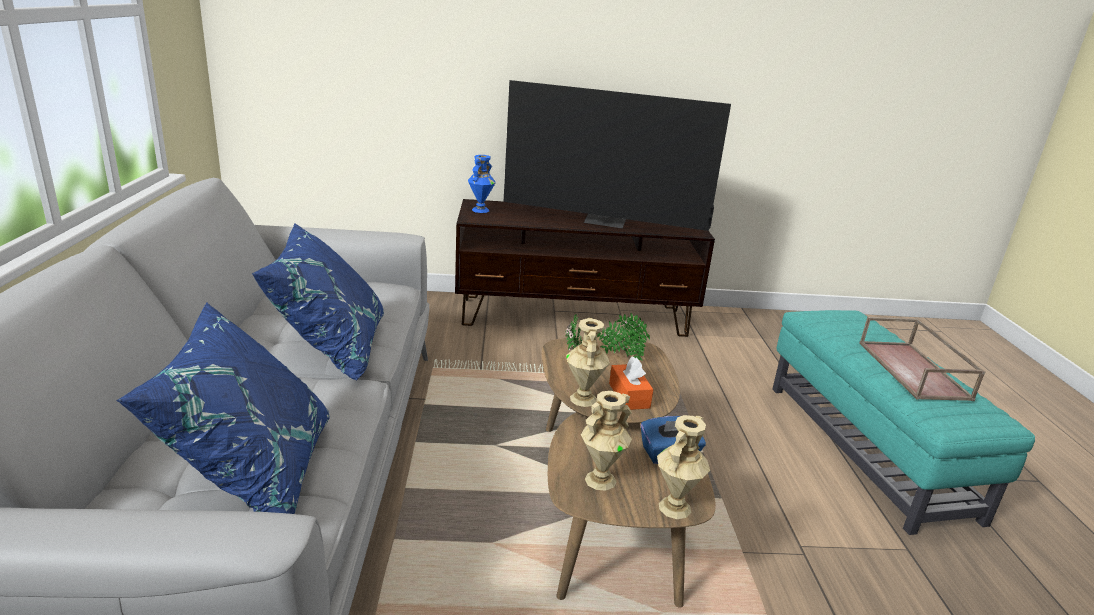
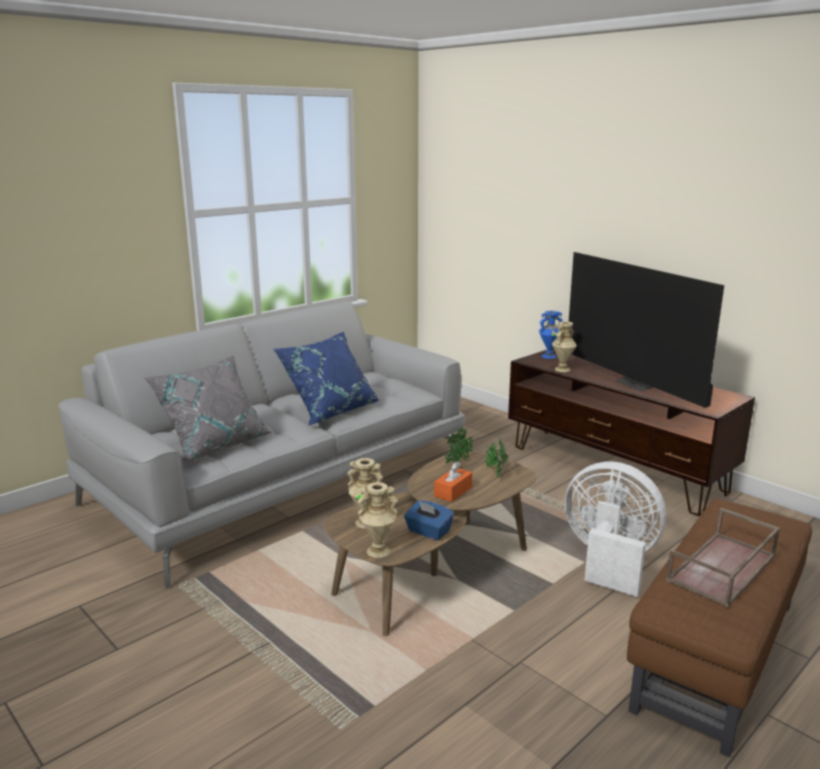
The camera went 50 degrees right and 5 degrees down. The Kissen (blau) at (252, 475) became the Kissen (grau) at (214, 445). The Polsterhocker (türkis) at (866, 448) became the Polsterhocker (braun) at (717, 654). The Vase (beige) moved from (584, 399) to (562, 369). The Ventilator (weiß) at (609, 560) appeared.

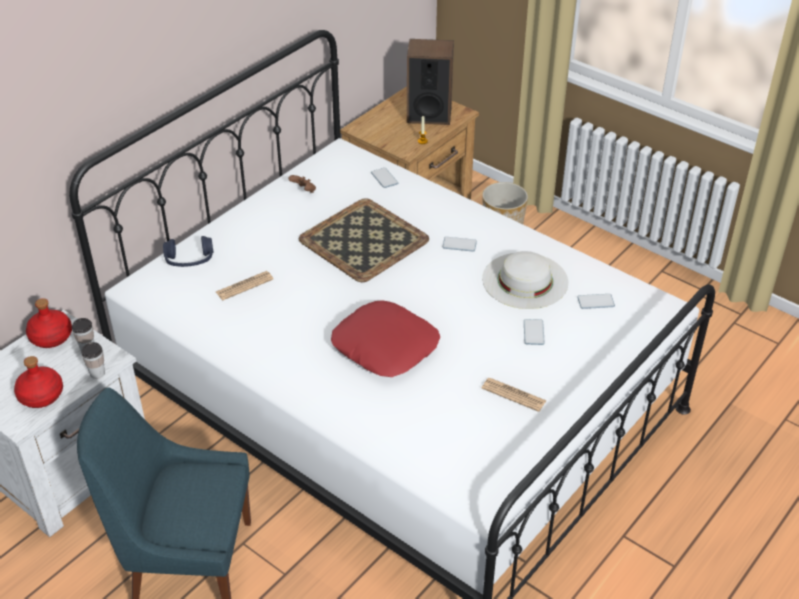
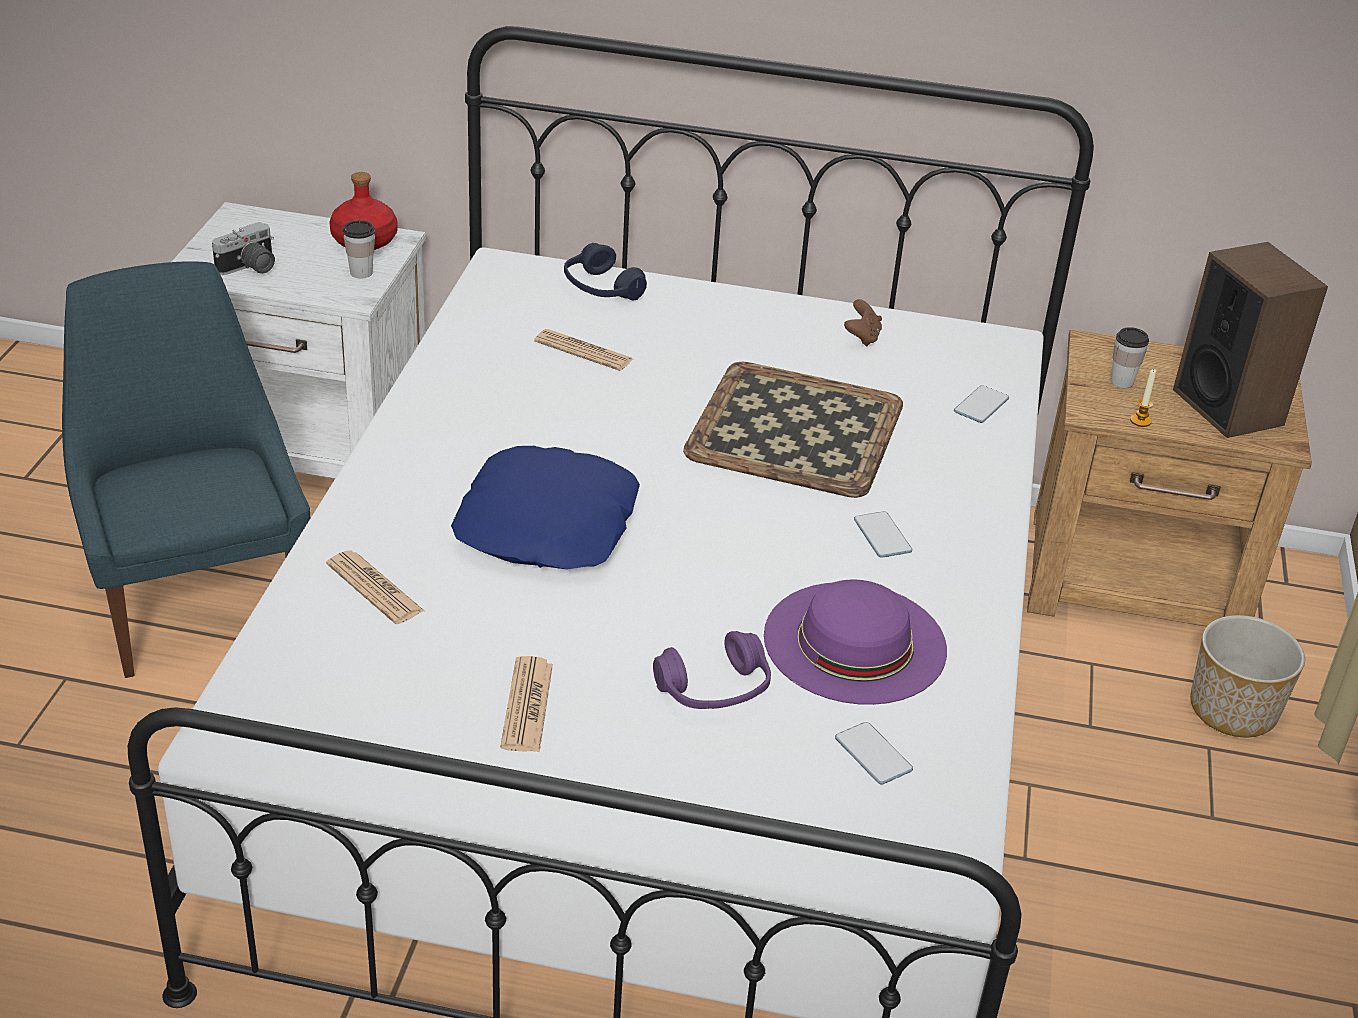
The camera went 60 degrees right and 5 degrees down. The Hut (weiß) at (525, 280) became the Hut (lila) at (855, 642). The Kissen (rot) at (385, 346) became the Kissen (blau) at (548, 525). The Handy at (533, 333) was replaced by the Kopfhörer (lila) at (714, 690). The Tasse moved from (97, 373) to (1122, 381). The Flasche (rot) at (40, 395) was replaced by the Kamera at (250, 268). The Zeitung at (375, 588) appeared.

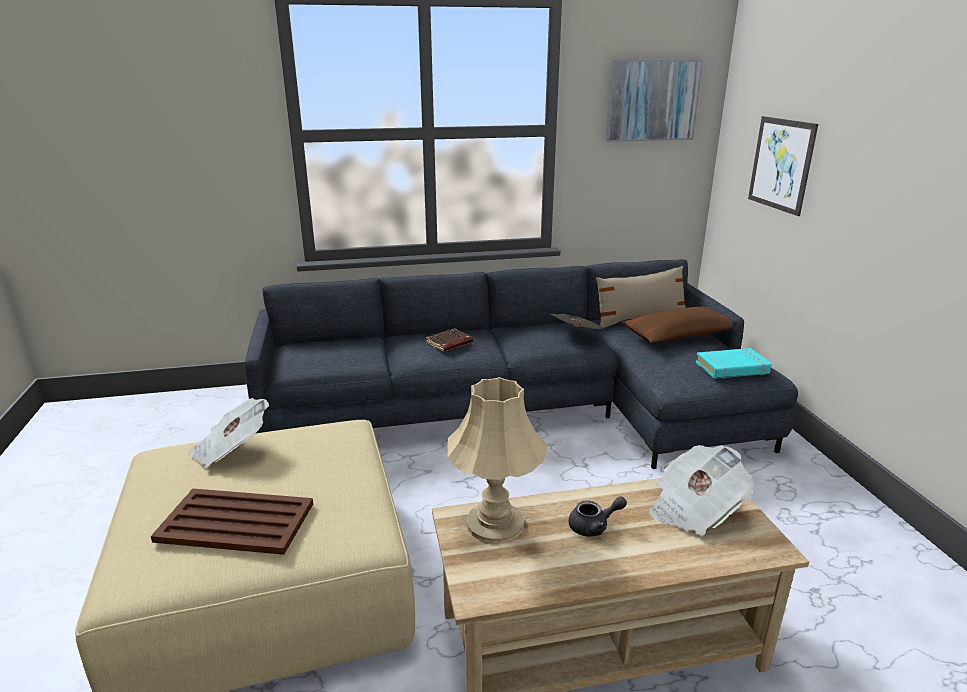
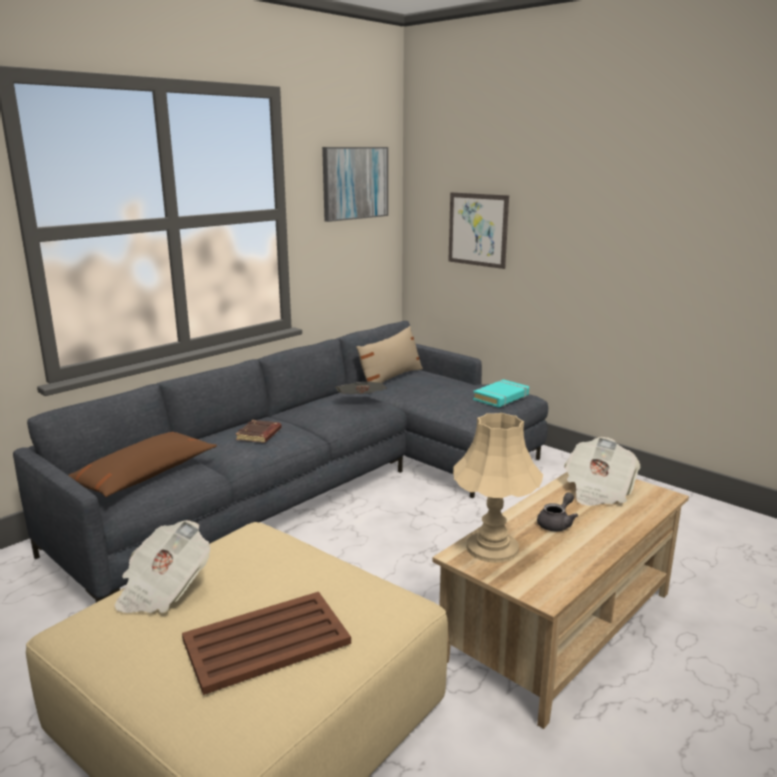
The camera went 35 degrees left and 5 degrees down. The Kissen (braun) moved from (679, 336) to (145, 475).

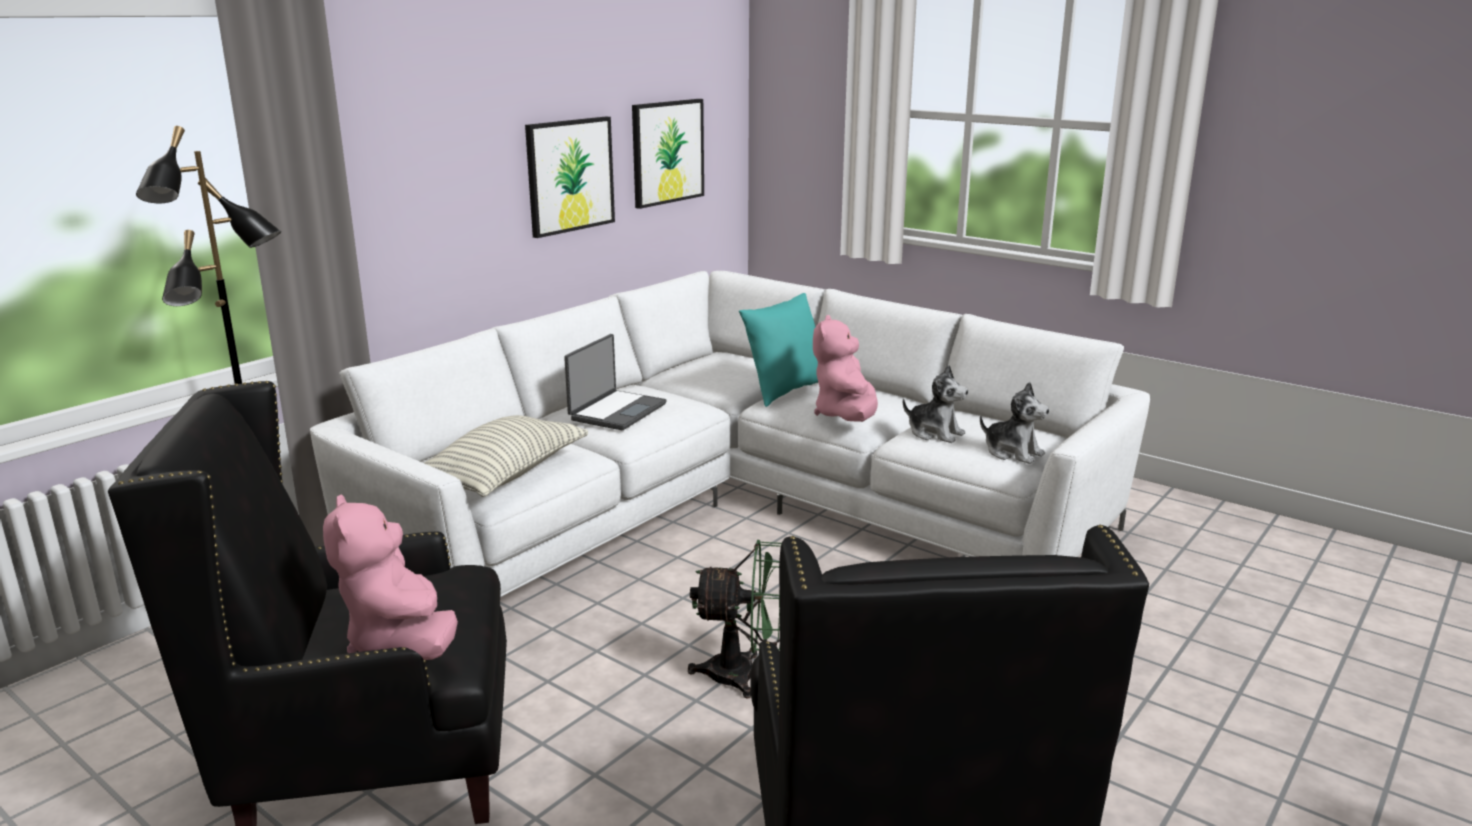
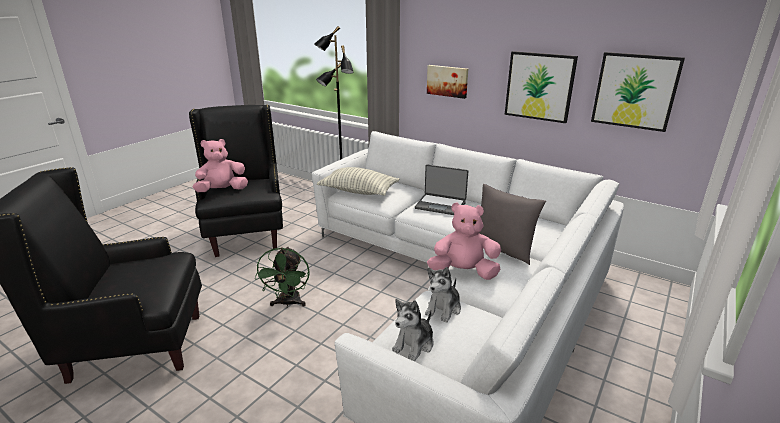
The camera went 85 degrees right and 5 degrees up. The Kissen (türkis) at (784, 391) became the Kissen (grau) at (502, 250). The Bild at (447, 81) appeared.

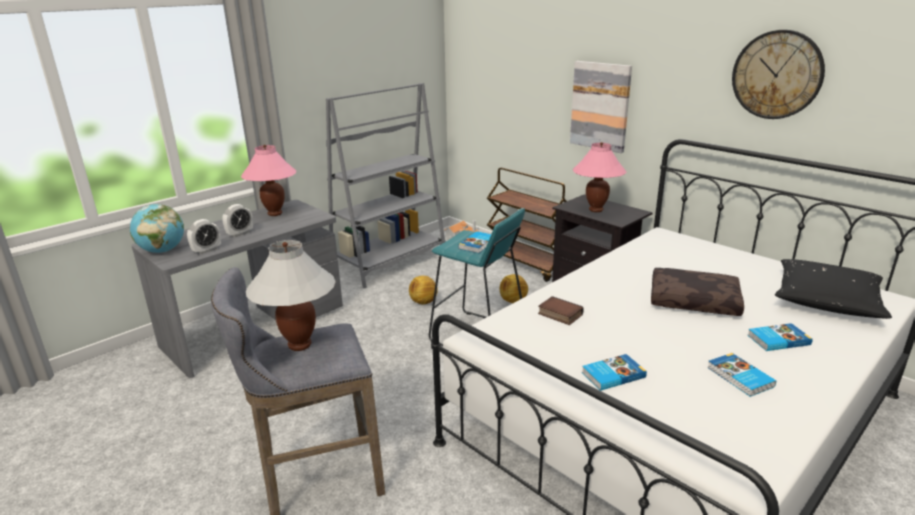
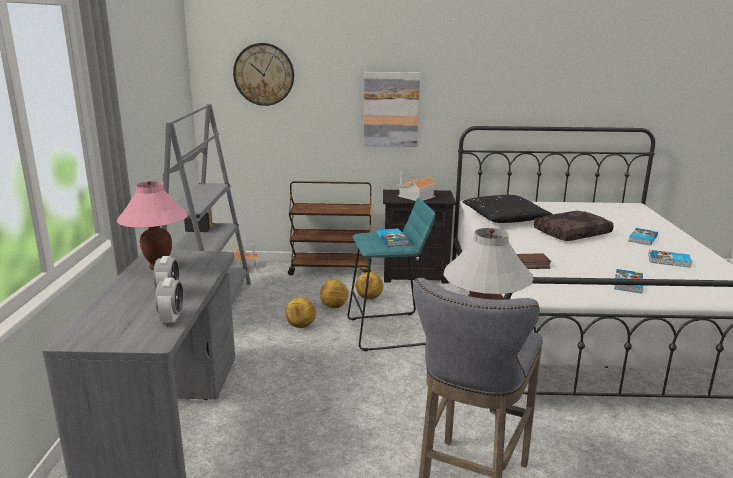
The camera went 45 degrees left and 5 degrees down. The Wanduhr moved from (777, 75) to (264, 74). The Tischlampe (rosa) at (595, 210) was replaced by the Spielzeughaus at (415, 197). The Globus at (162, 251) disappeared. The Kissen (schwarz) moved from (826, 300) to (504, 218). The Fußball at (334, 306) appeared.

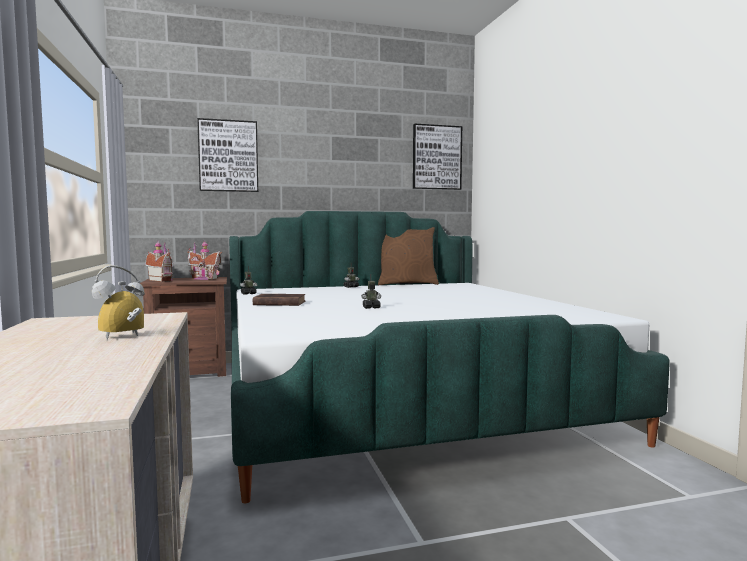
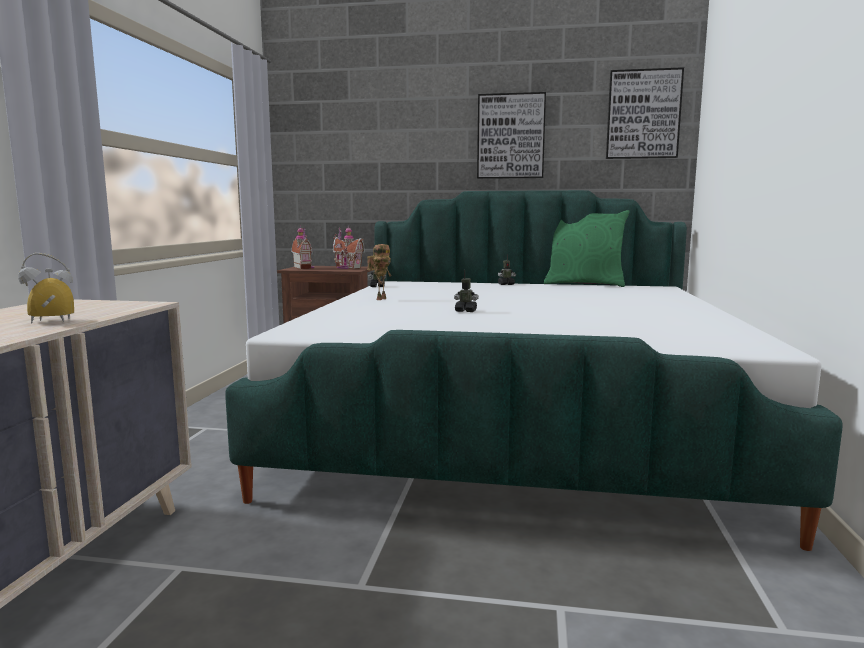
The camera went 25 degrees right and 5 degrees up. The Bild moved from (228, 156) to (511, 136). The Kissen (braun) at (406, 284) became the Kissen (grün) at (584, 284). The Buch (braun) at (278, 303) was replaced by the Spielzeugroboter at (380, 299).

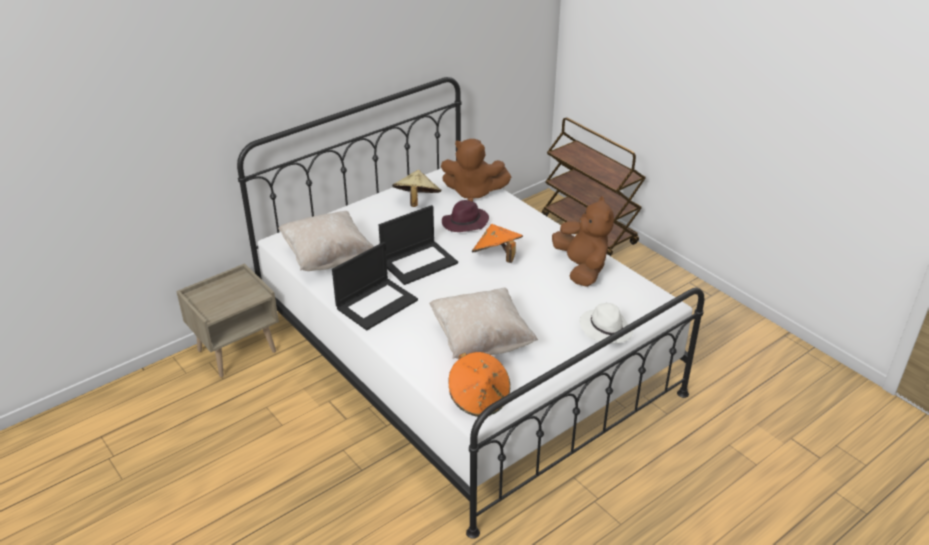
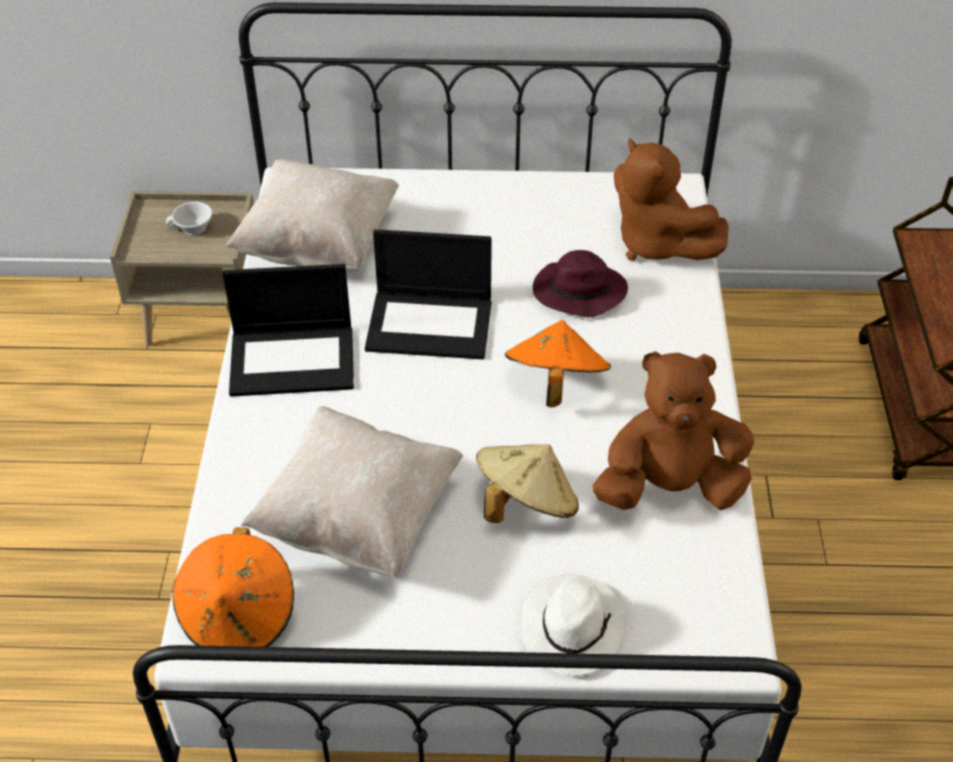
The camera went 40 degrees right and 10 degrees up. The Hut (beige) moved from (416, 201) to (525, 504). The Plüschtier (braun) at (582, 268) turned 120 degrees counterclockwise. The Tasse (weiß) at (193, 228) appeared.

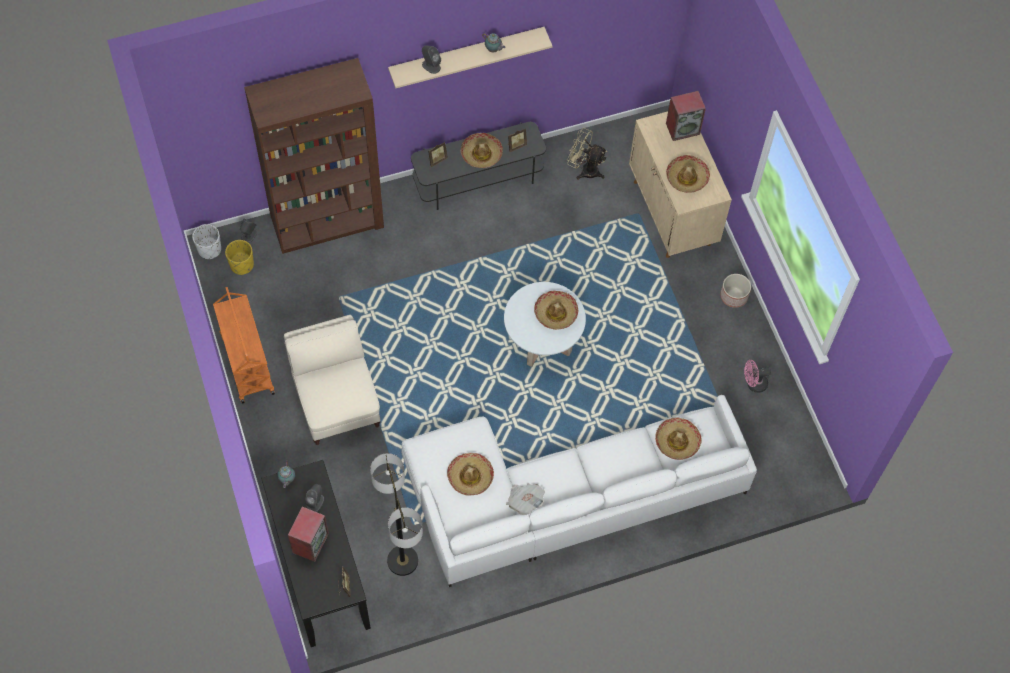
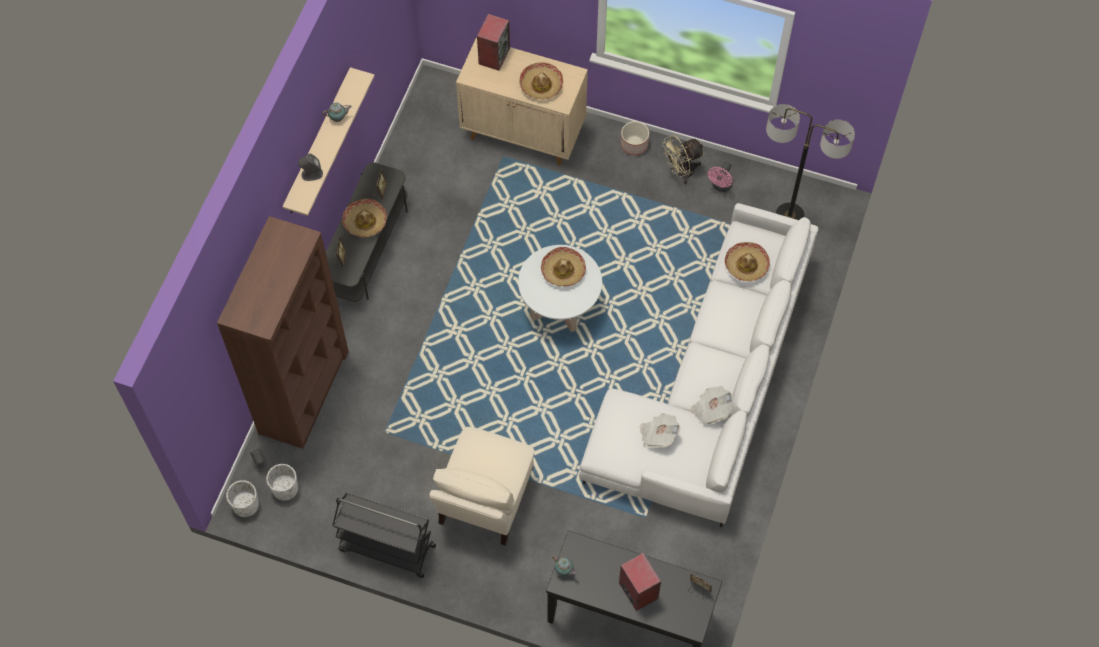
The camera went 50 degrees left and 0 degrees up. The Ventilator (beige) moved from (585, 169) to (681, 172). The Pflanzkübel (gelb) at (242, 265) became the Pflanzkübel (weiß) at (285, 489). The Rollwagen (orange) at (247, 363) became the Rollwagen (schwarz) at (386, 548). The Sessel (beige) at (337, 402) turned 90 degrees counterclockwise. The Stehlampe moved from (402, 561) to (789, 216). The Hut at (470, 476) was replaced by the Zeitung at (658, 434). The Lautsprecher (grau) at (315, 502) disappeared.

